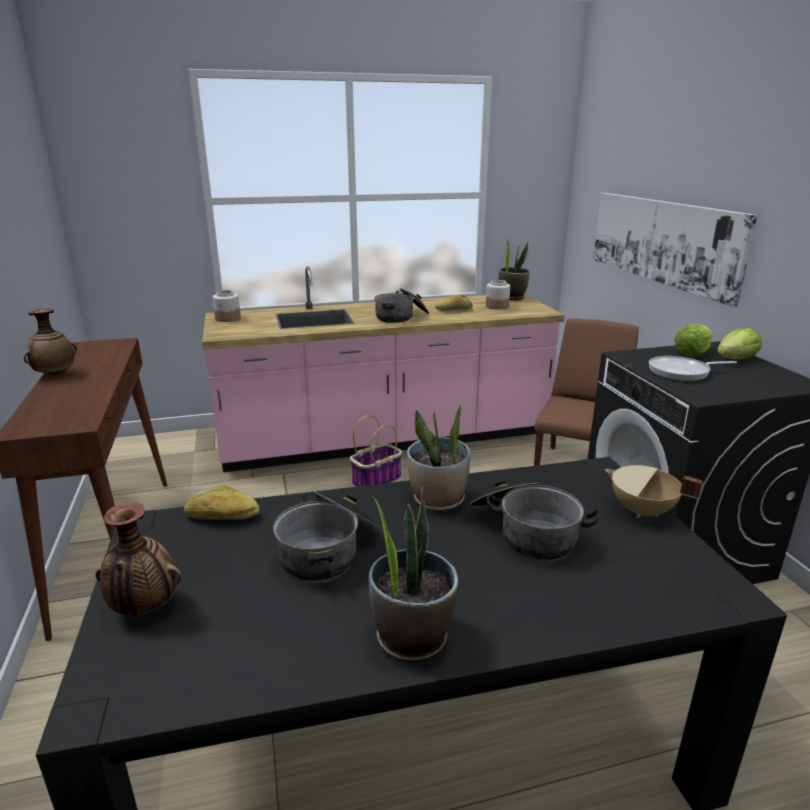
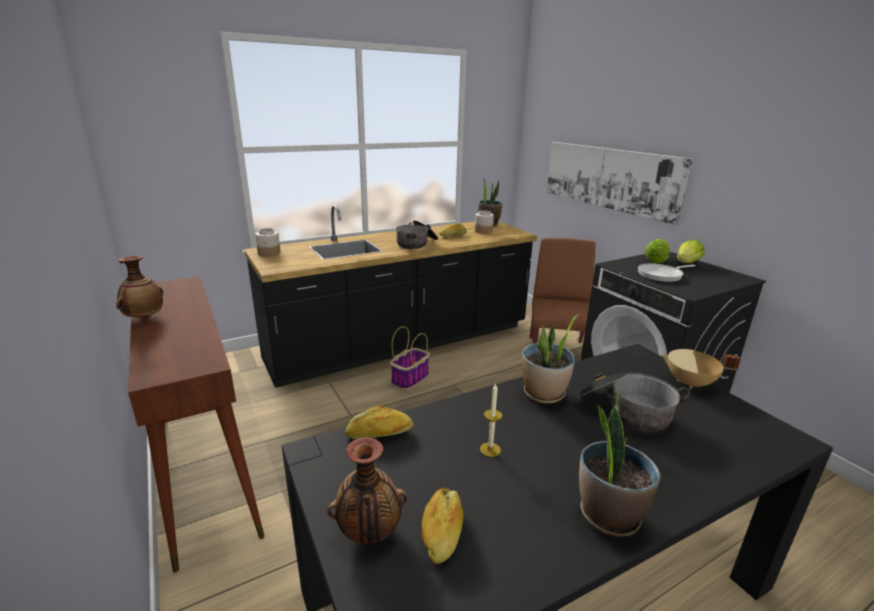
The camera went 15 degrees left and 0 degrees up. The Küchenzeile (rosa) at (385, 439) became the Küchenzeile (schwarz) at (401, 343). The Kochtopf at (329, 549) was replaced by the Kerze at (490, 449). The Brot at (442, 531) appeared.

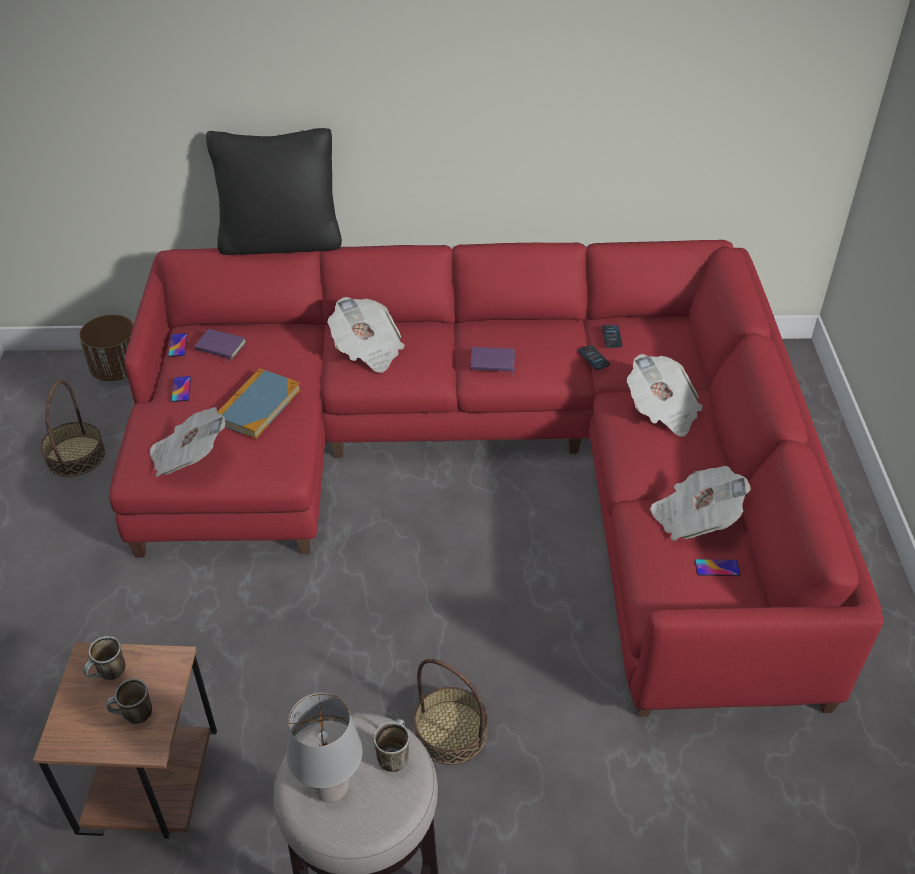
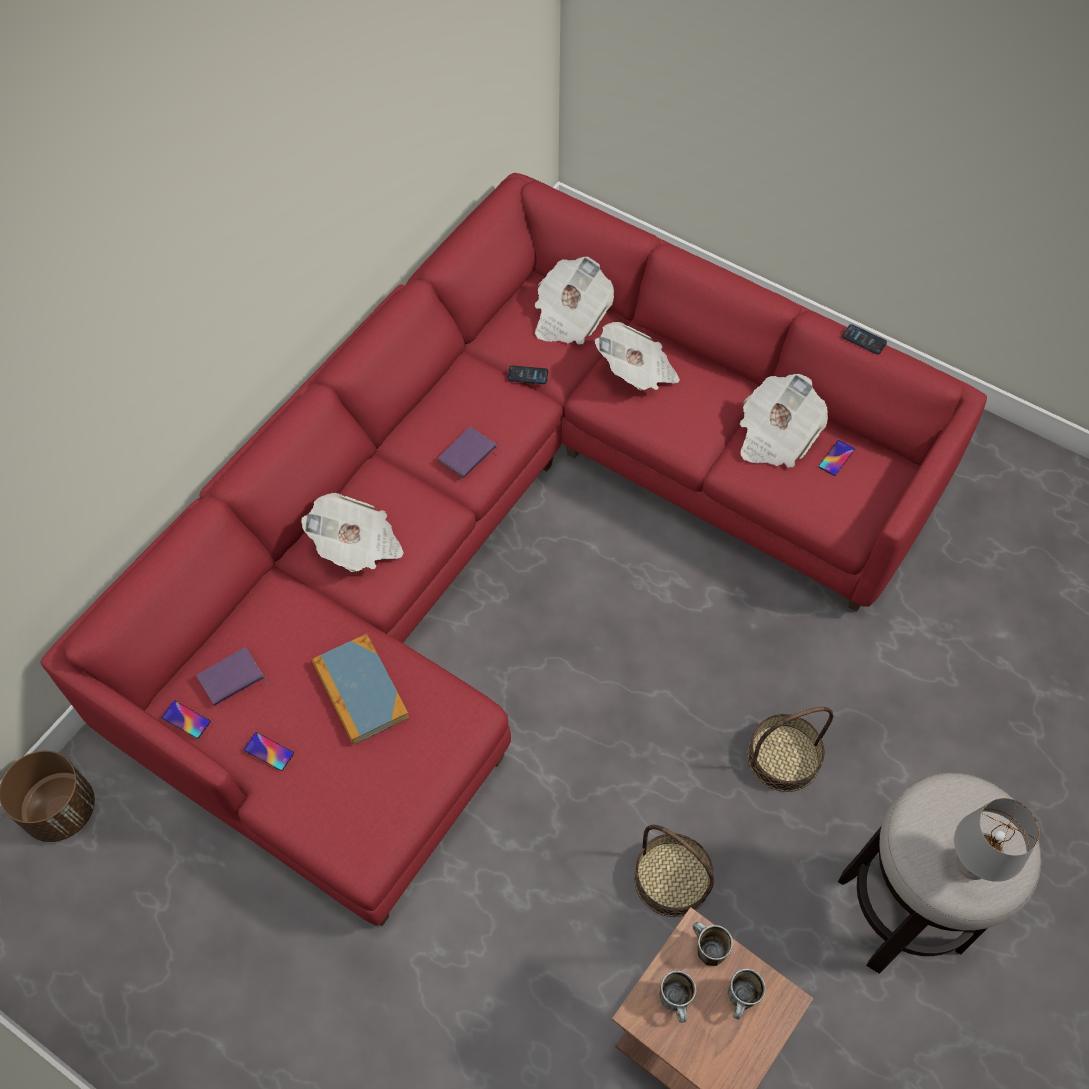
The camera went 55 degrees left and 15 degrees up. The Kissen (schwarz) at (281, 242) disappeared. The Handy moved from (611, 336) to (864, 340). The Korb moved from (75, 456) to (671, 878). The Zeitung moved from (189, 457) to (569, 317). The Henkelbecher moved from (393, 755) to (706, 948).

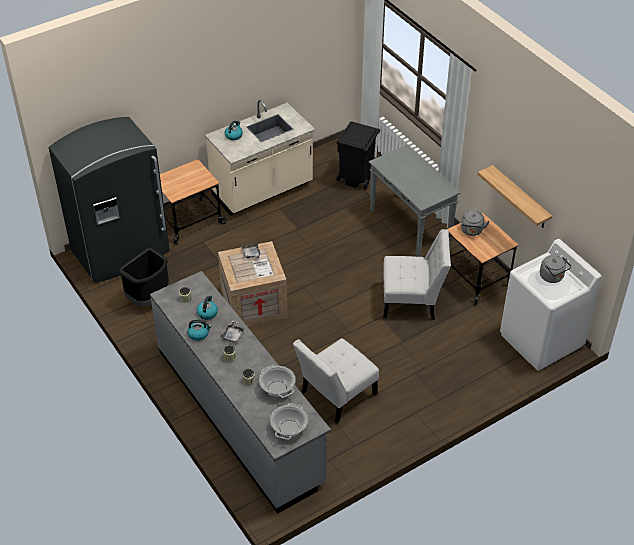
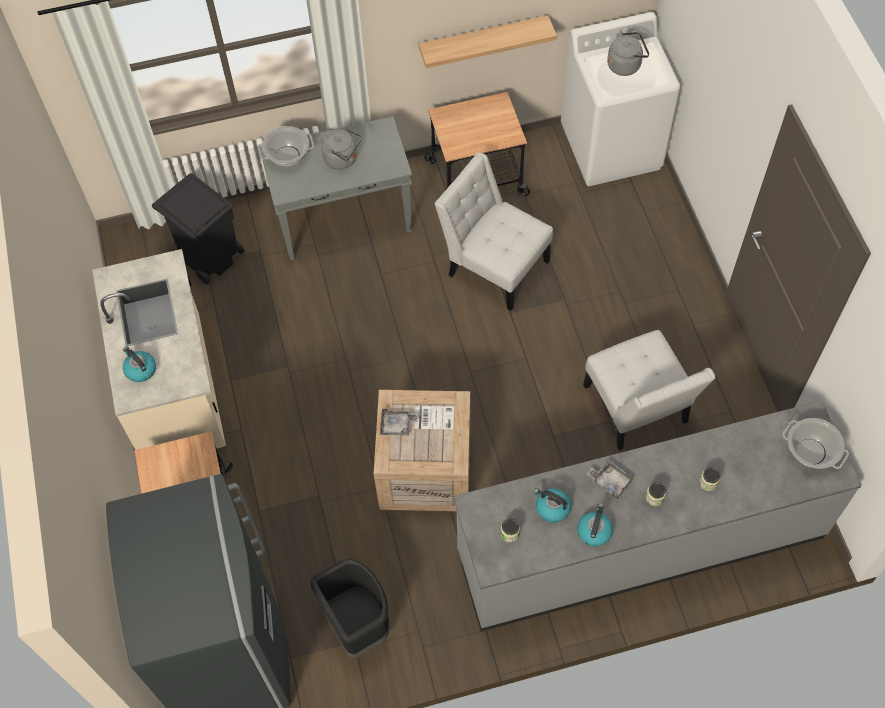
The camera went 70 degrees left and 15 degrees up. The Wasserkessel (grau) moved from (472, 231) to (343, 159). The Stuhl (weiß) at (412, 301) turned 75 degrees counterclockwise. The Kochtopf moved from (277, 388) to (287, 156).

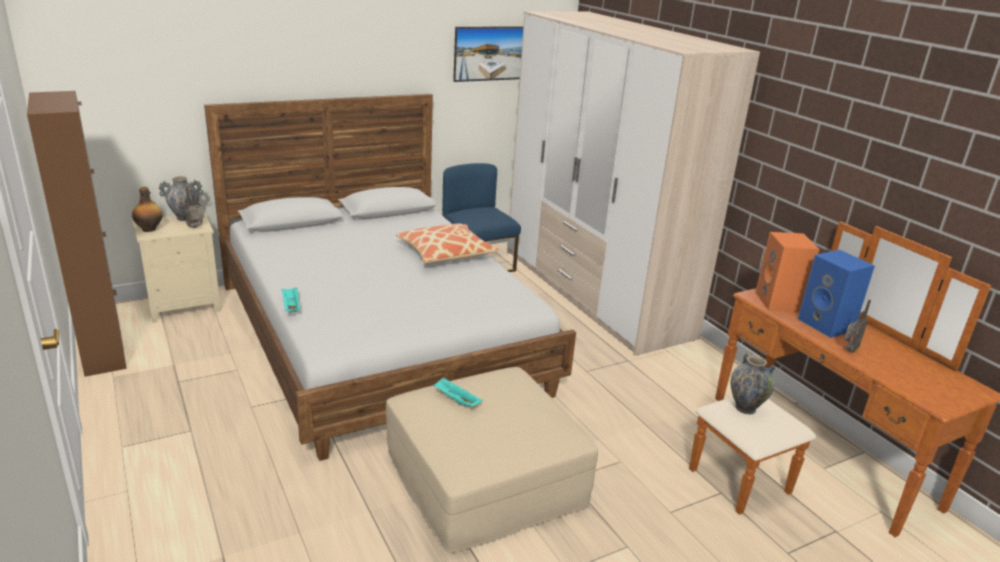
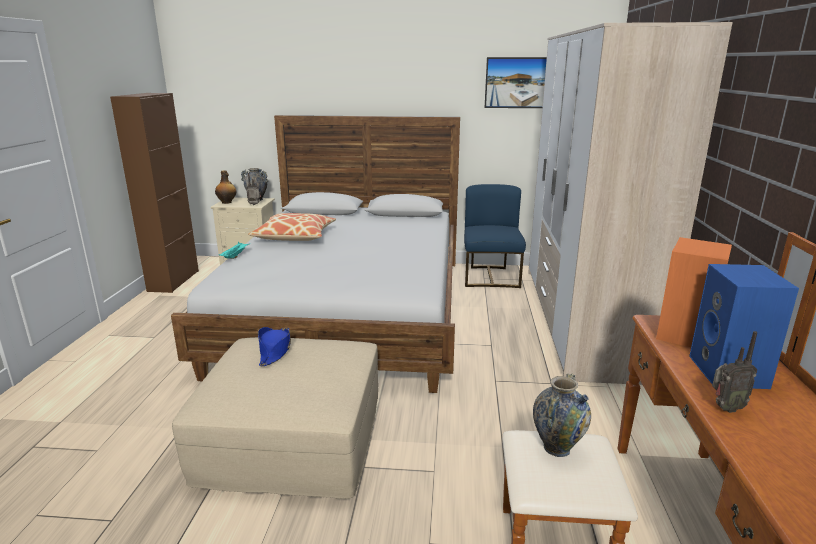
The camera went 35 degrees right and 5 degrees down. The Kissen moved from (446, 253) to (295, 236). The Tablett (türkis) at (456, 400) was replaced by the Hut (blau) at (275, 351).

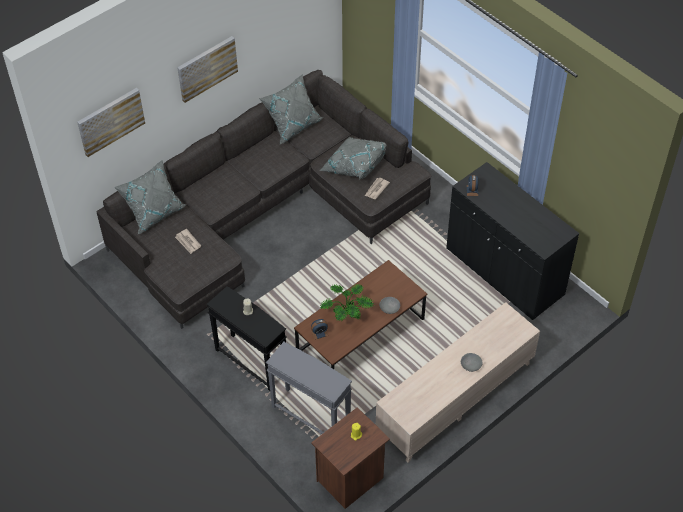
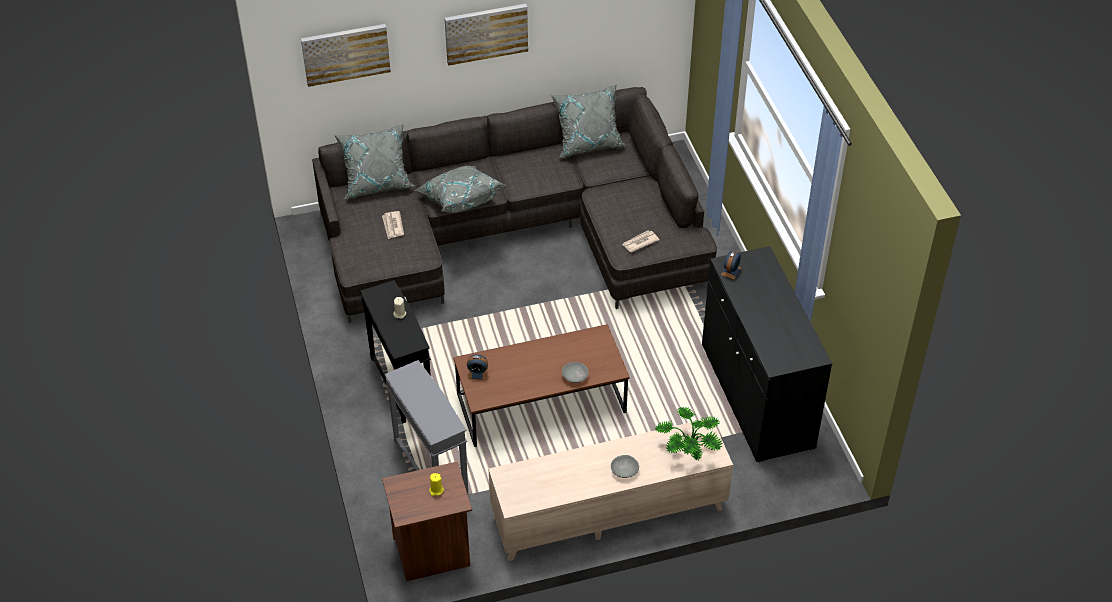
The camera went 25 degrees right and 5 degrees down. The Kissen (grau) moved from (354, 165) to (459, 199). The Topfpflanze moved from (347, 314) to (689, 451).

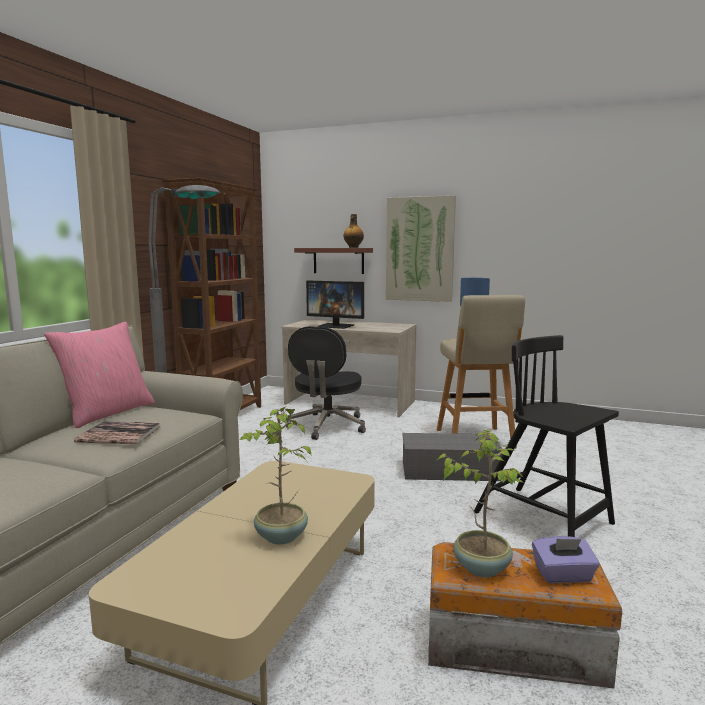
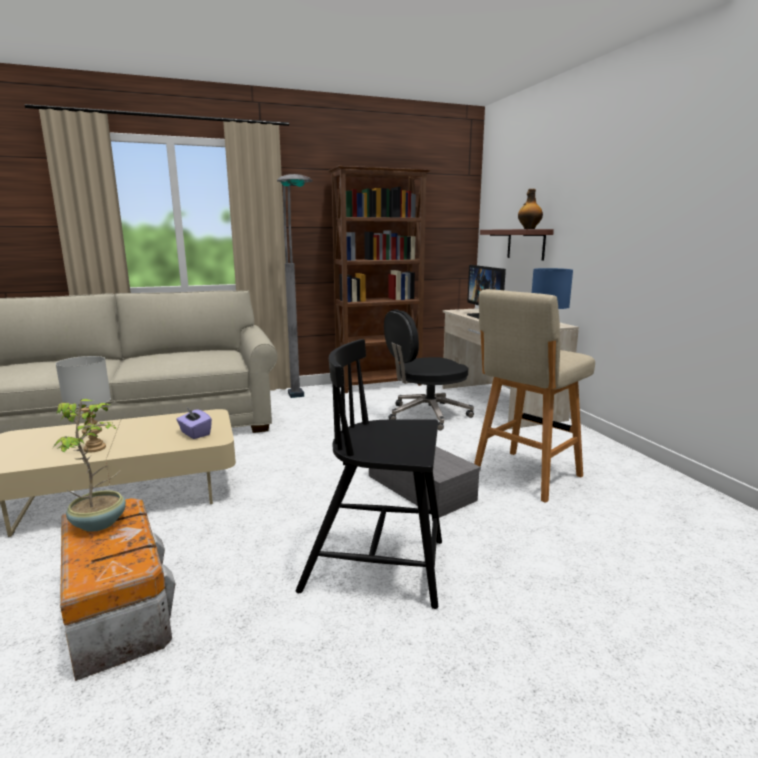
The camera went 50 degrees right and 5 degrees up. The Bild at (420, 249) disappeared. The Kissen (rosa) at (107, 413) disappeared. The Stuhl (schwarz) at (545, 519) turned 90 degrees counterclockwise. The Topfpflanze at (280, 537) was replaced by the Tischlampe (grau) at (95, 448). The Buch at (119, 434) disappeared. The Taschentuchbox (lila) moved from (563, 575) to (195, 433).

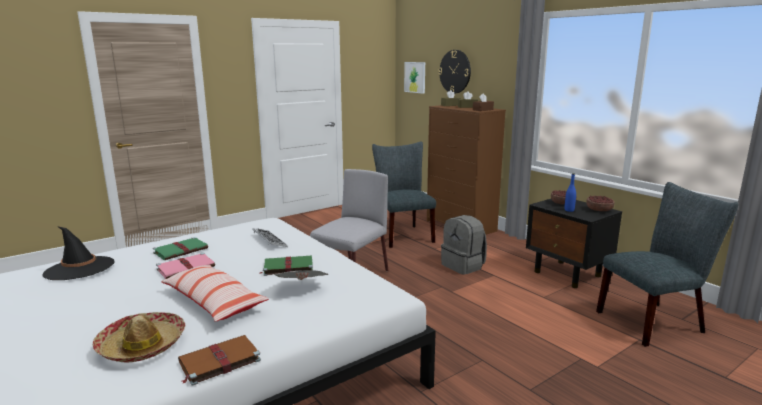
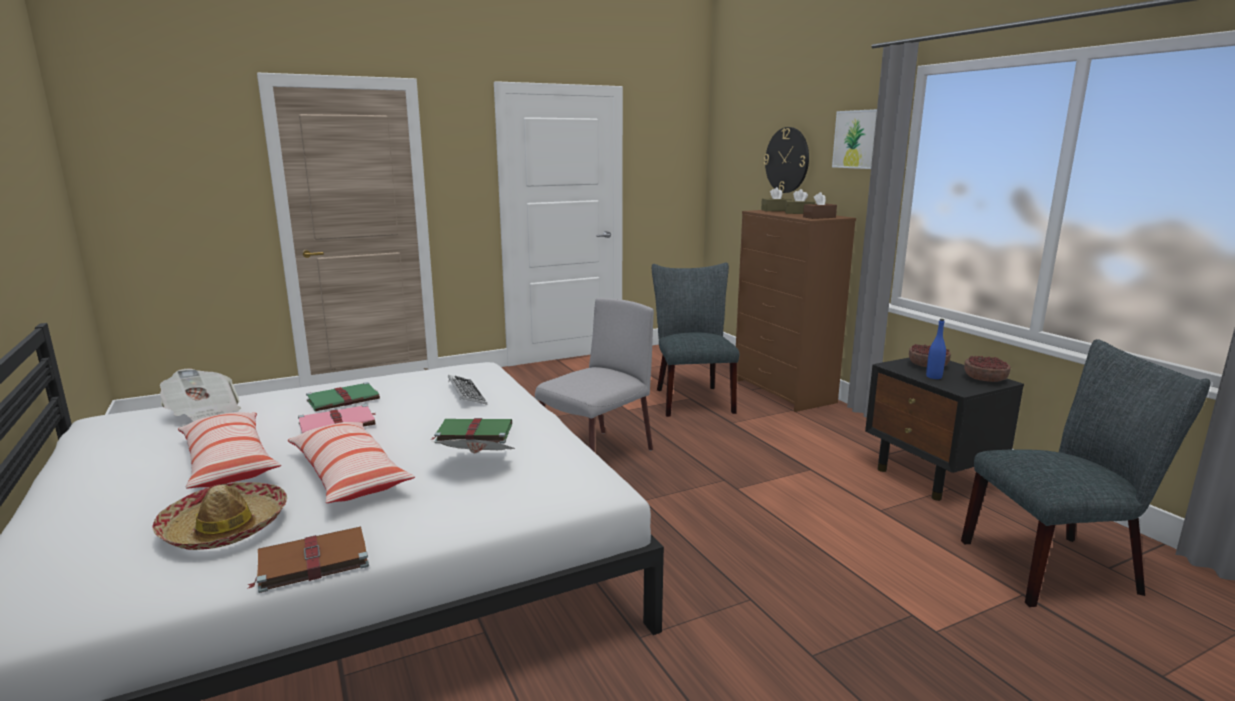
The camera went 10 degrees right and 0 degrees up. The Bild moved from (415, 77) to (856, 139). The Rucksack (grau) at (463, 266) disappeared. The Hut (schwarz) at (79, 268) was replaced by the Zeitung at (204, 415). The Kissen at (228, 463) appeared.

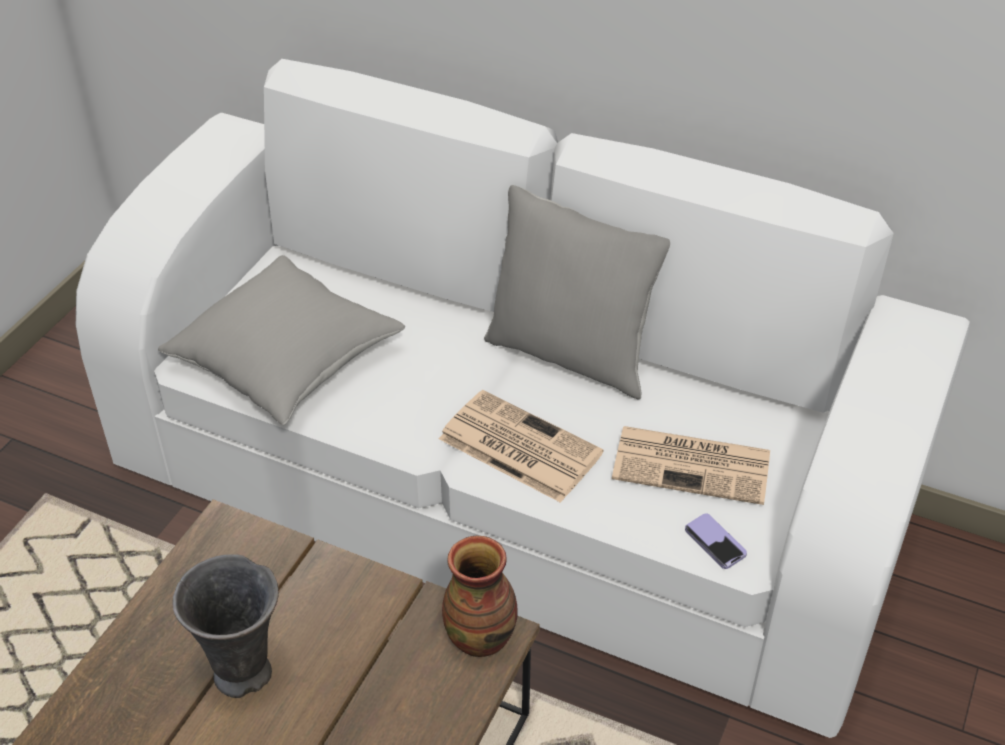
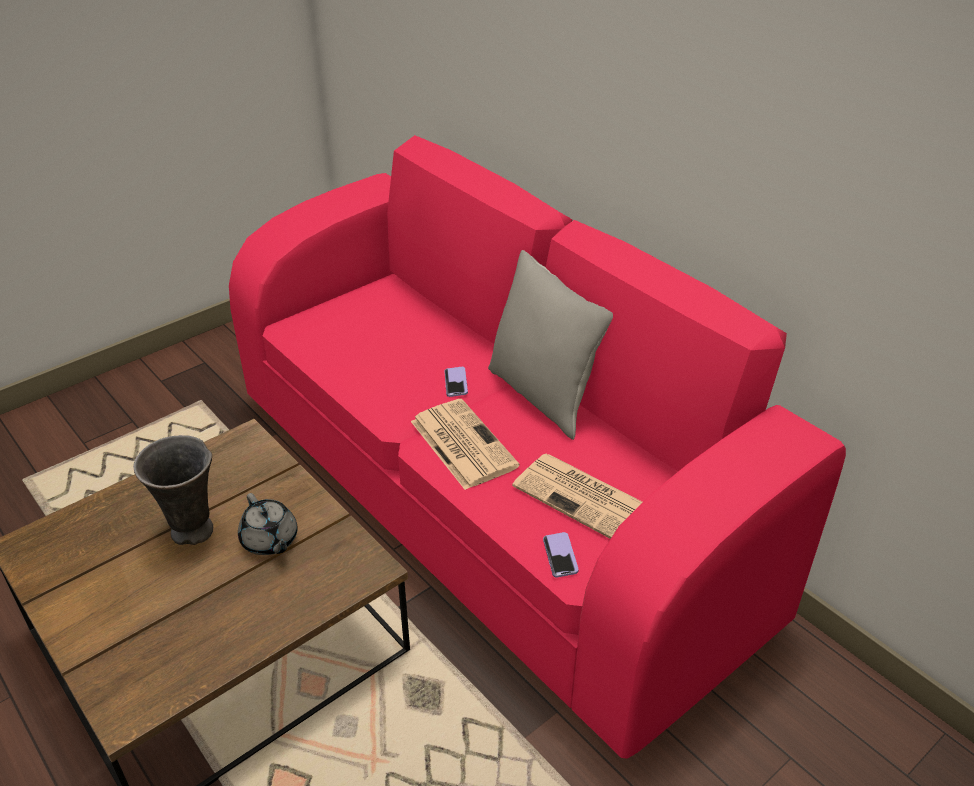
The camera went 25 degrees right and 5 degrees down. The Sofa (weiß) at (504, 497) became the Sofa (rosa) at (488, 498). The Kissen (grau) at (286, 359) disappeared. The Vase at (481, 637) disappeared. The Handy at (456, 383) appeared. The Teekanne (grau) at (270, 540) appeared.

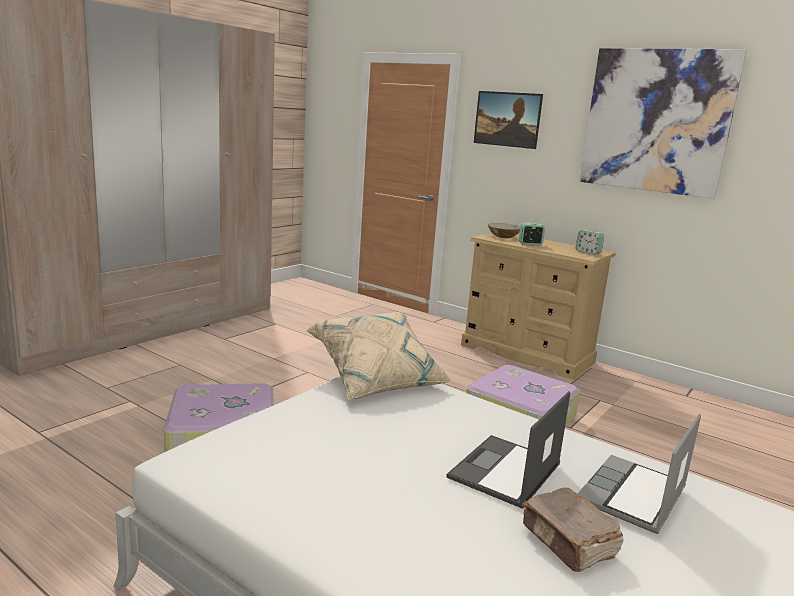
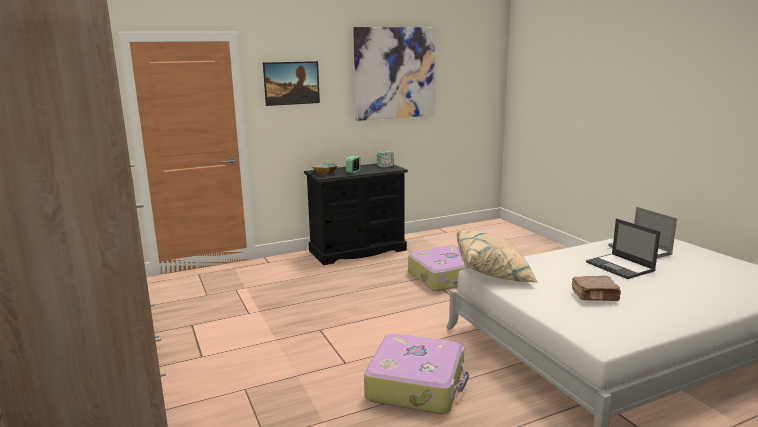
The camera went 60 degrees left and 0 degrees up. The Kommode (beige) at (527, 354) became the Kommode (schwarz) at (358, 250). The Buch (braun) moved from (568, 542) to (595, 296).

